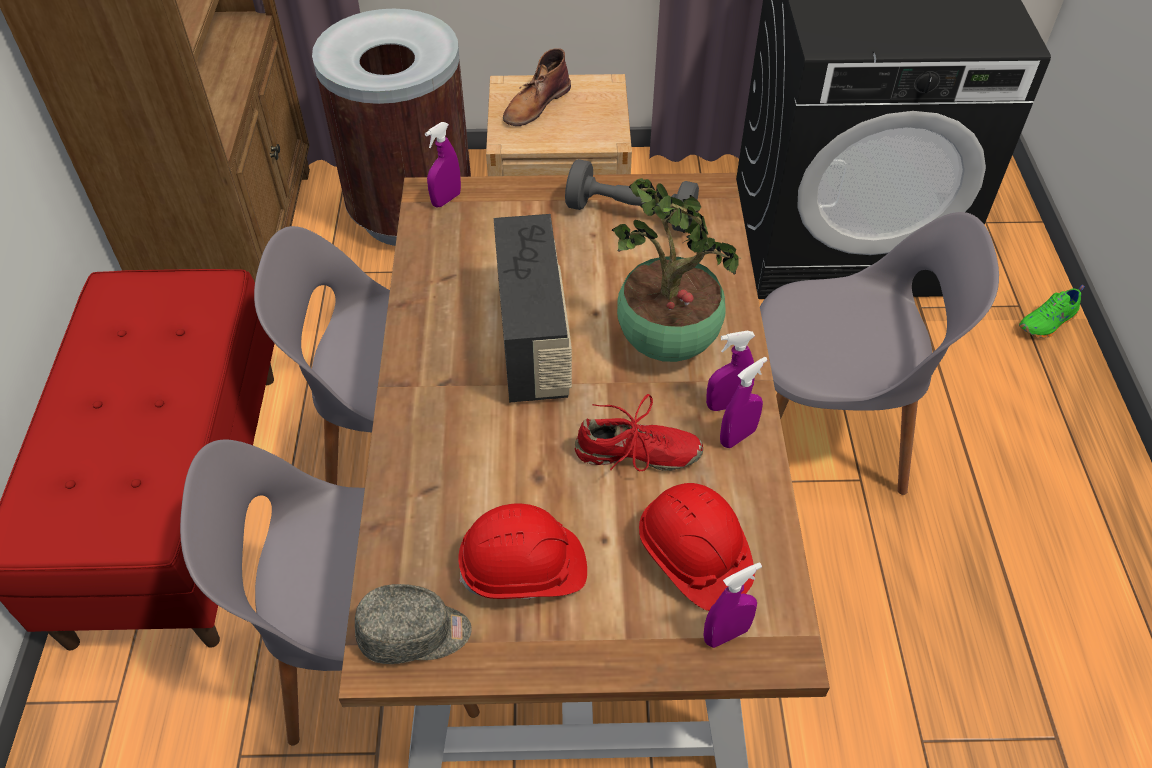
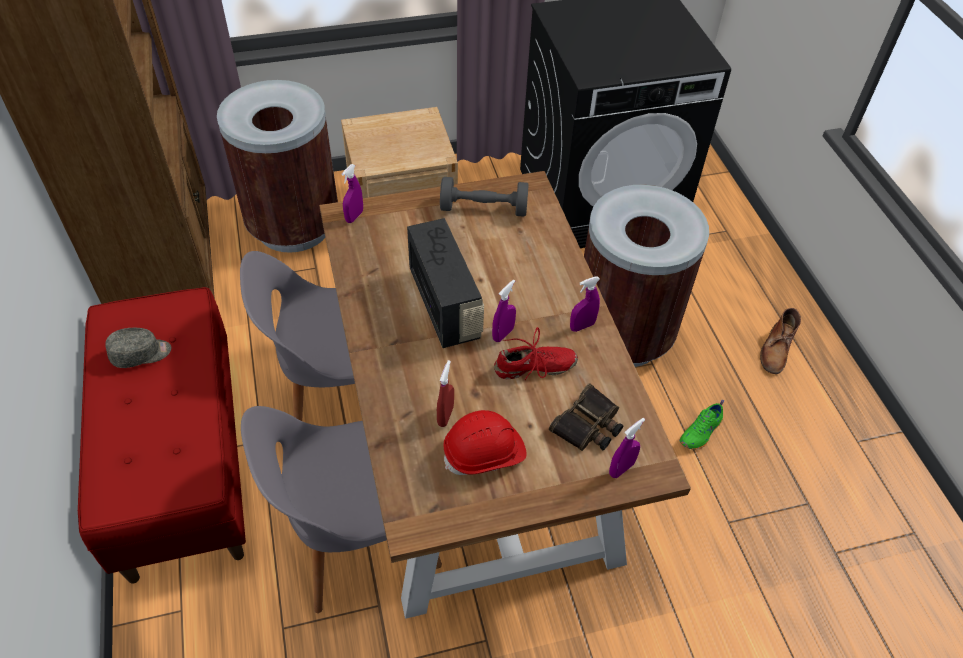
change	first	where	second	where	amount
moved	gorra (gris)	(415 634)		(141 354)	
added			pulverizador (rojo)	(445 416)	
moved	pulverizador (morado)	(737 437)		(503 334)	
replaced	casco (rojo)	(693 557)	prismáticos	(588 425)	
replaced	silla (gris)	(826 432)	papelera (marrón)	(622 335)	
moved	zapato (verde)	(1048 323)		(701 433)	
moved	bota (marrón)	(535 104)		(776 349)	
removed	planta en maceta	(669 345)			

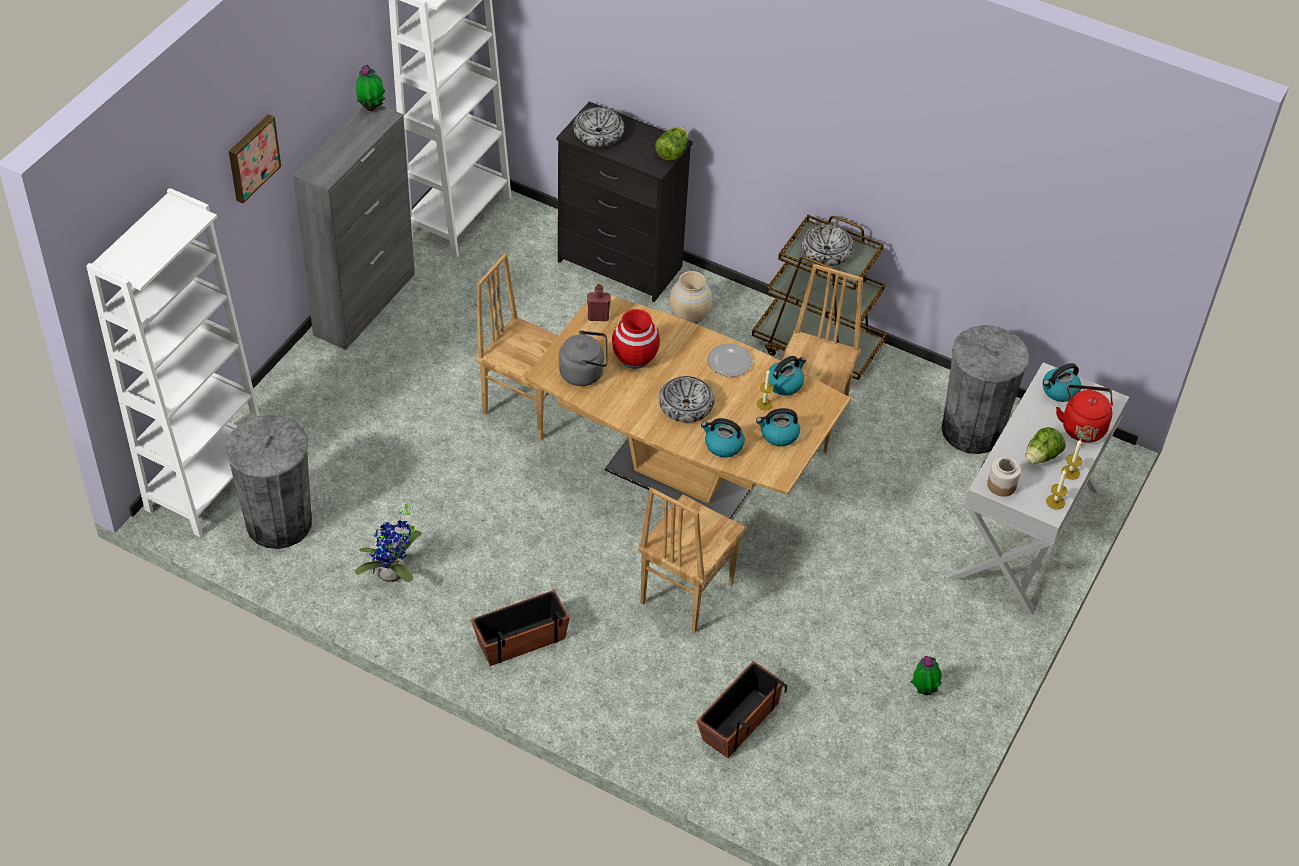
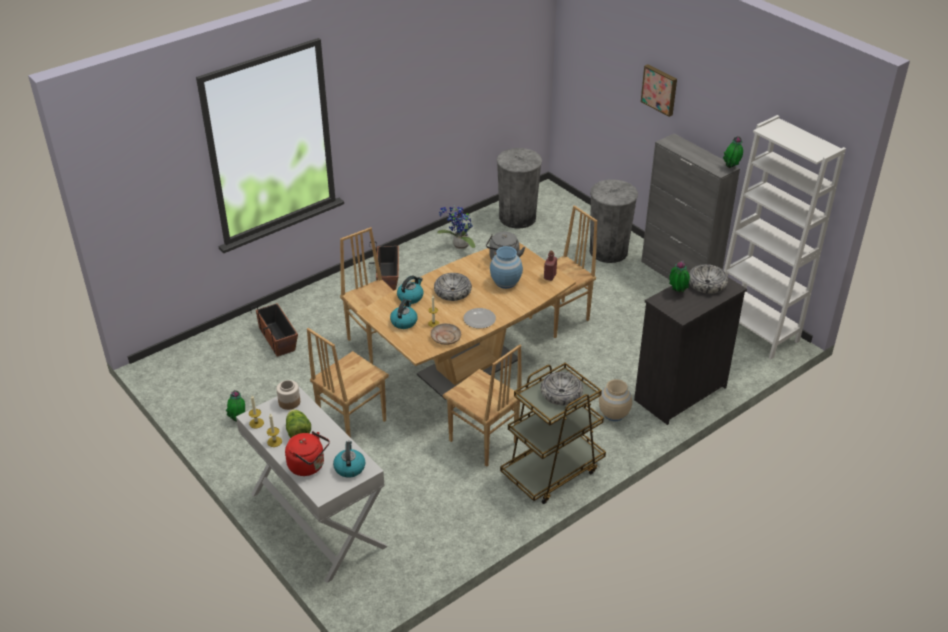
change	first	where	second	where	amount
added			silla (marrón)	(351 422)	
replaced	hervidor	(784 383)	plato (beis)	(446 337)	
recoloured	florero (rojo)	(634 357)	florero (azul)	(506 282)	
moved	papelera (gris)	(972 430)		(608 251)	
added			planta en maceta	(677 292)	
removed	estantería (blanco)	(208 484)			
removed	lechuga	(672 153)			

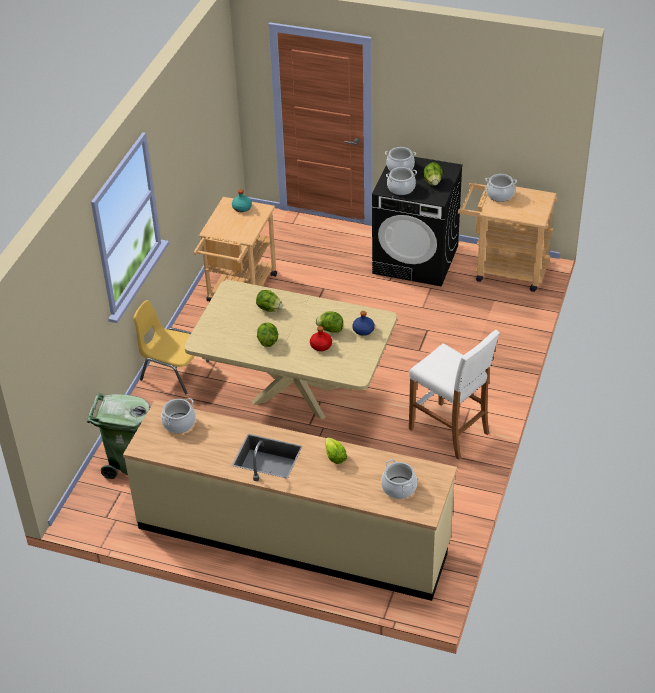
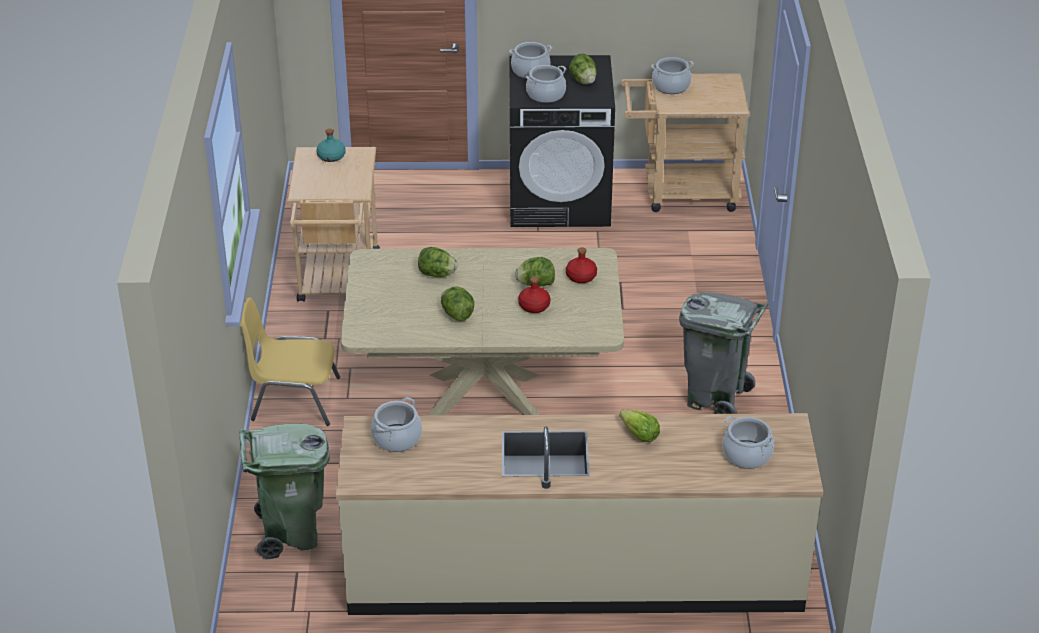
change	first	where	second	where	amount
recoloured	botella (azul)	(363 330)	botella (rojo)	(580 277)	
replaced	taburete (blanco)	(449 431)	papelera (gris)	(715 398)	

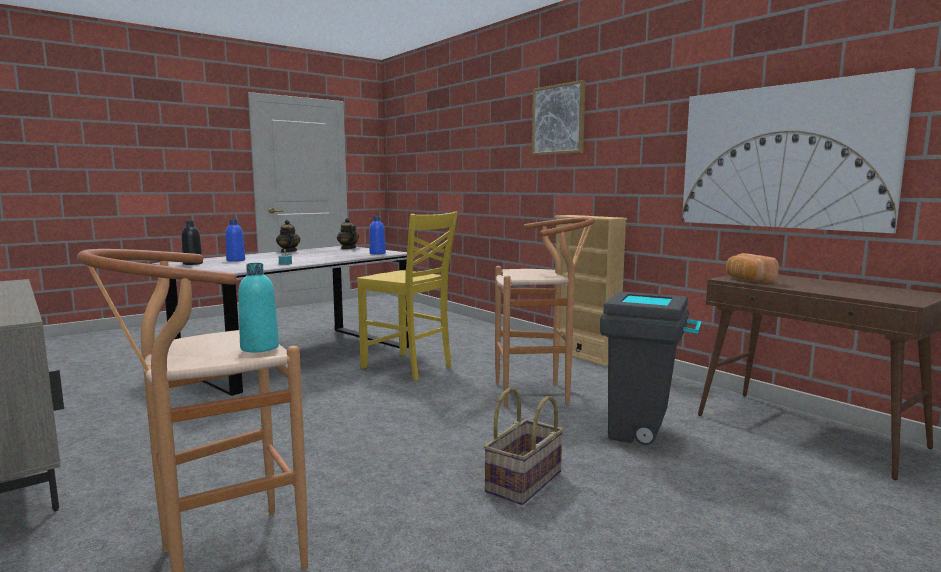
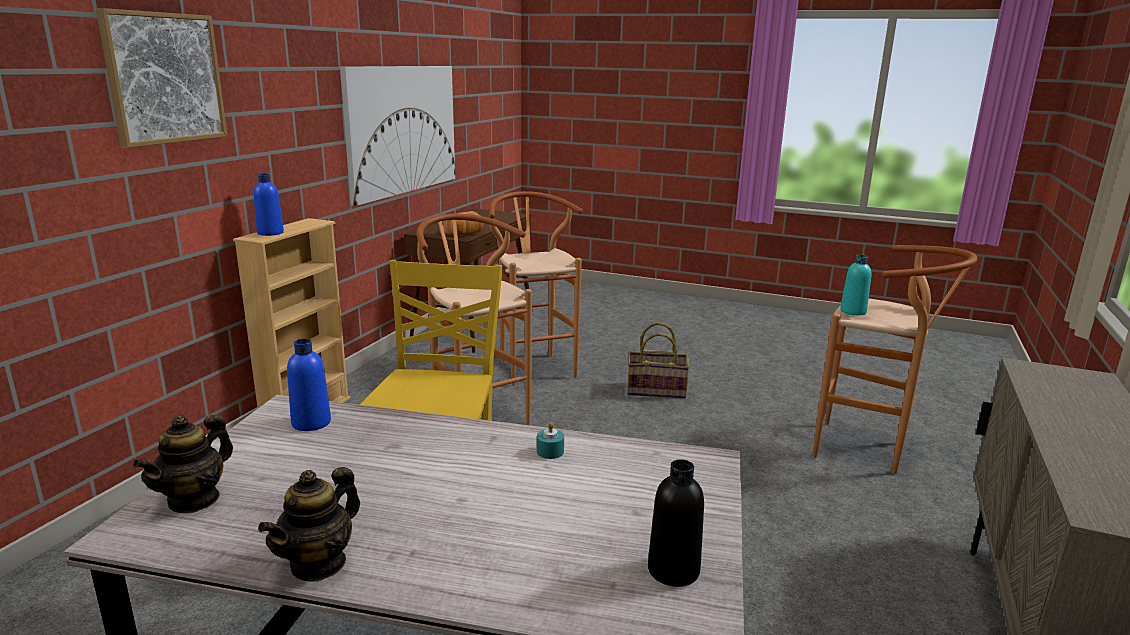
change	first	where	second	where	amount
moved	botella (azul)	(236 260)		(270 233)	
replaced	papelera (gris)	(643 434)	taburete (marrón)	(533 366)	

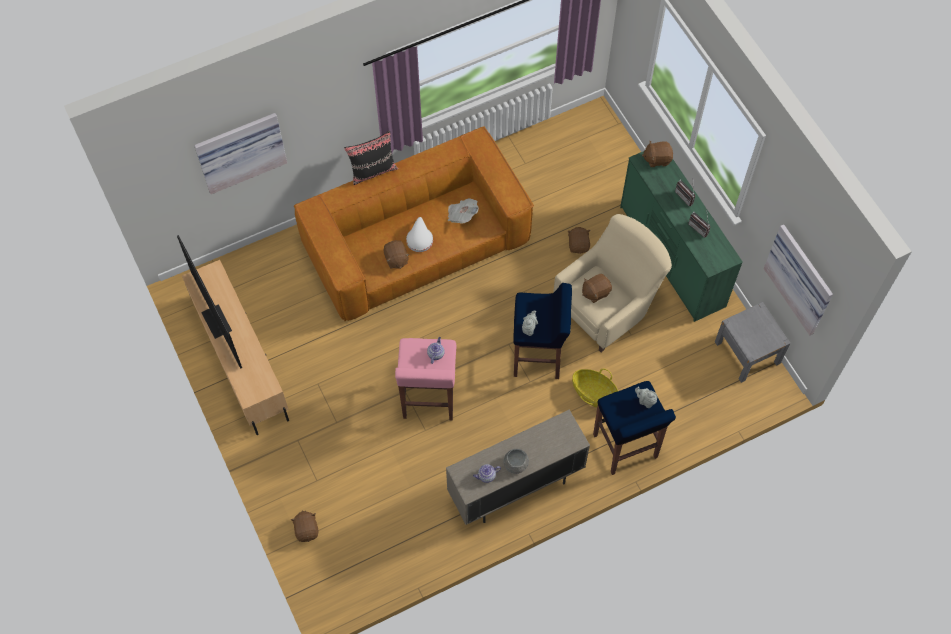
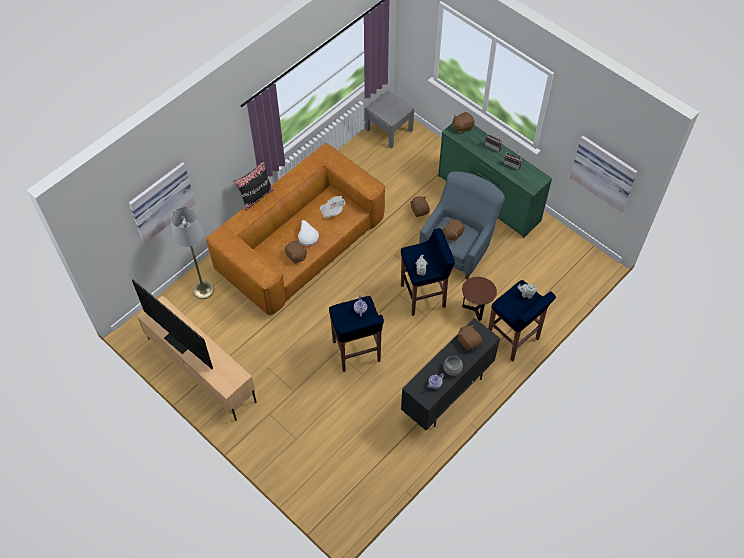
change	first	where	second	where	amount
added			lámpara de pie (gris)	(203 290)	
recoloured	taburete (rosa)	(428 399)	taburete (azul)	(356 352)	
moved	mesita de noche (gris)	(747 352)		(389 130)	
recoloured	armario (beis)	(515 487)	armario (negro)	(447 394)	
recoloured	sillón (beis)	(608 306)	sillón (azul)	(459 245)	
moved	peluche (marrón)	(307 529)		(468 341)	
replaced	cesta	(595 394)	mesa auxiliar (marrón)	(475 309)	

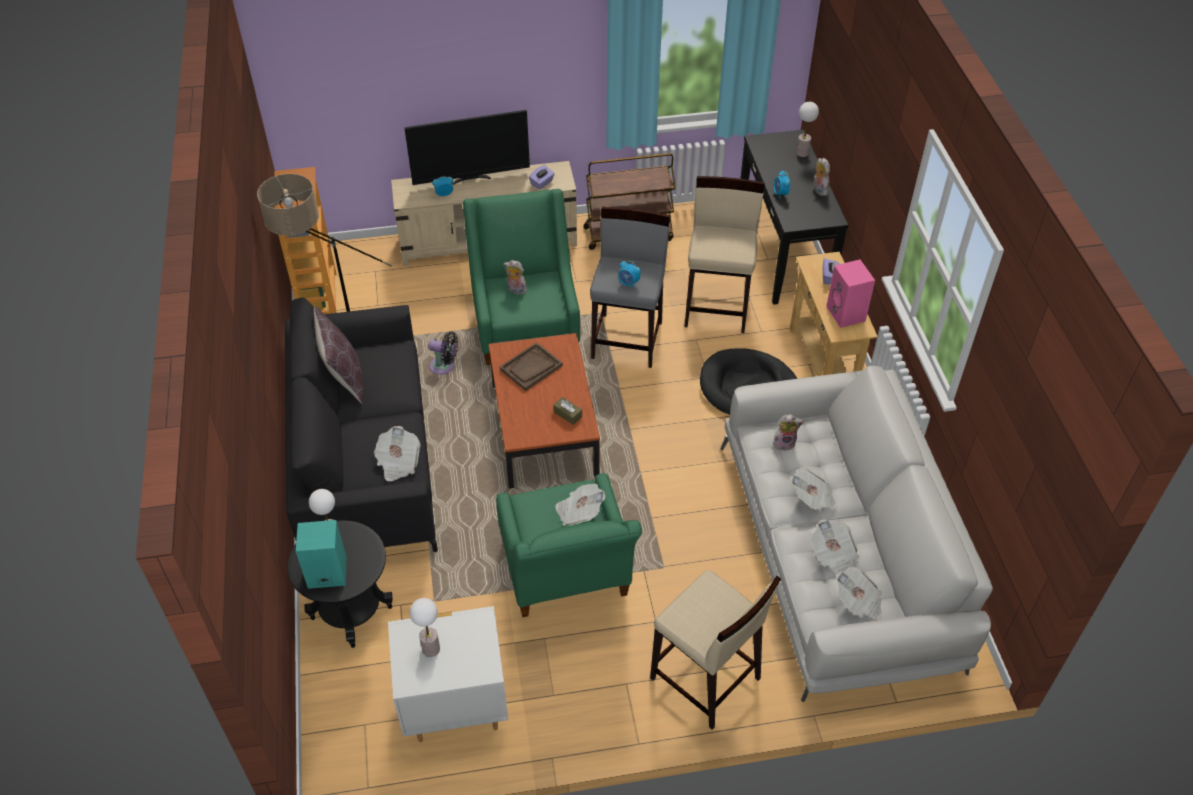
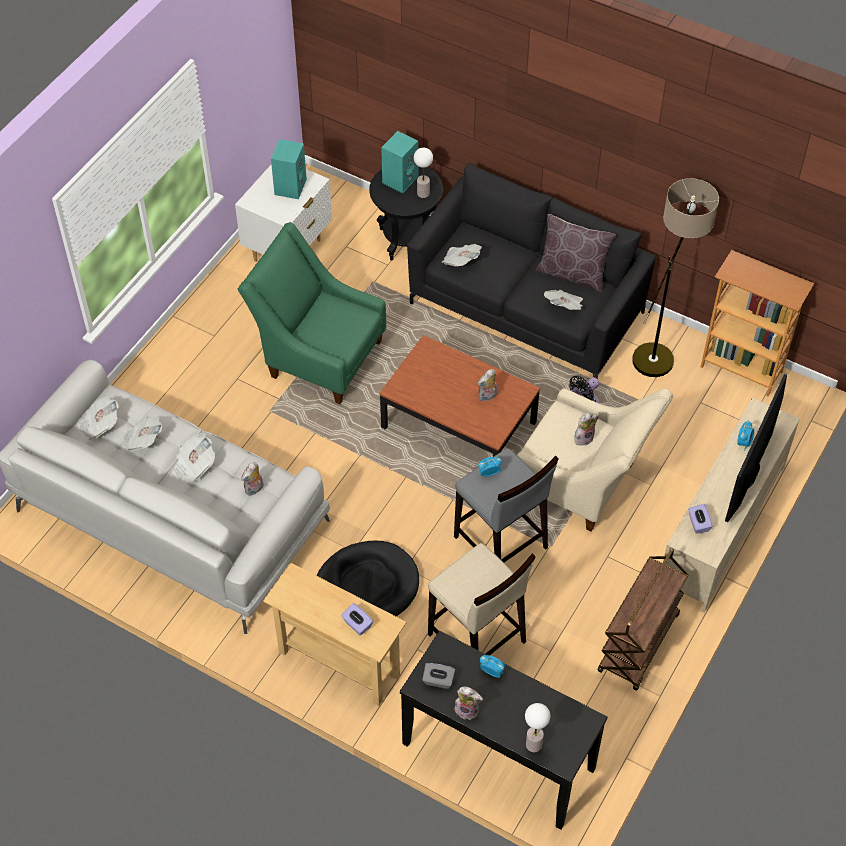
change	first	where	second	where	amount
replaced	lámpara de mesa	(431 649)	altavoz (turquesa)	(290 186)	
added			caja de pañuelos (gris)	(438 681)	
replaced	bandeja (marrón)	(531 368)	peluche	(487 396)	
recoloured	sillón (verde)	(525 325)	sillón (beis)	(584 484)	
moved	periódico	(579 512)		(564 306)	
removed	caja de pañuelos (marrón)	(567 414)			
removed	taburete (beis)	(705 680)			
removed	altavoz (rosa)	(846 314)			

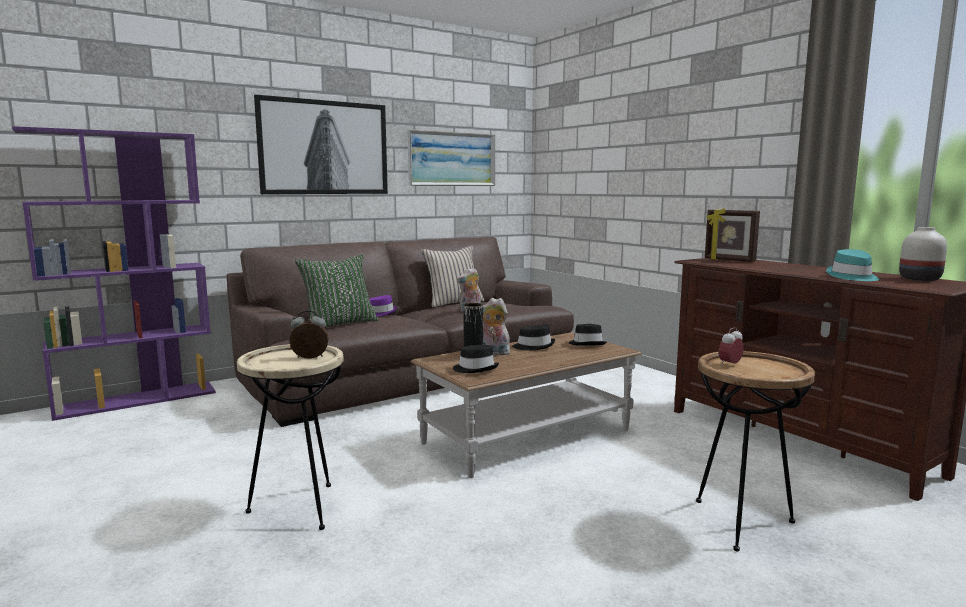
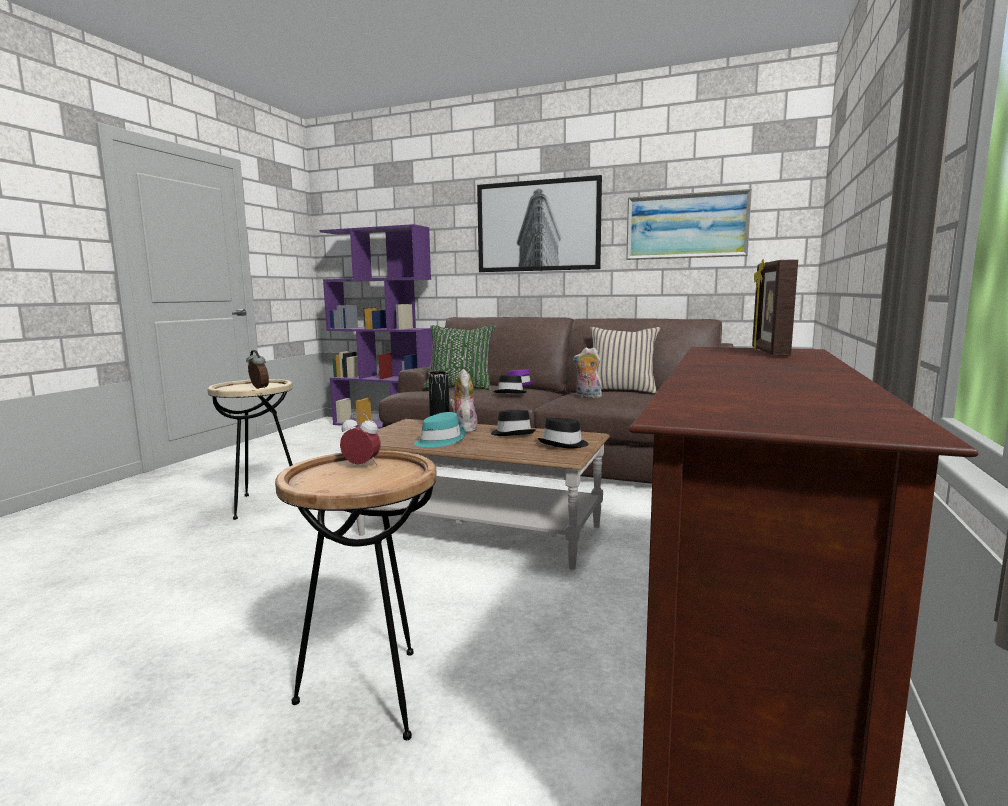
change	first	where	second	where	amount
moved	sombrero (turquesa)	(852 277)		(439 441)	
moved	sombrero (negro)	(475 369)		(511 393)	
removed	florero (blanco)	(919 279)			

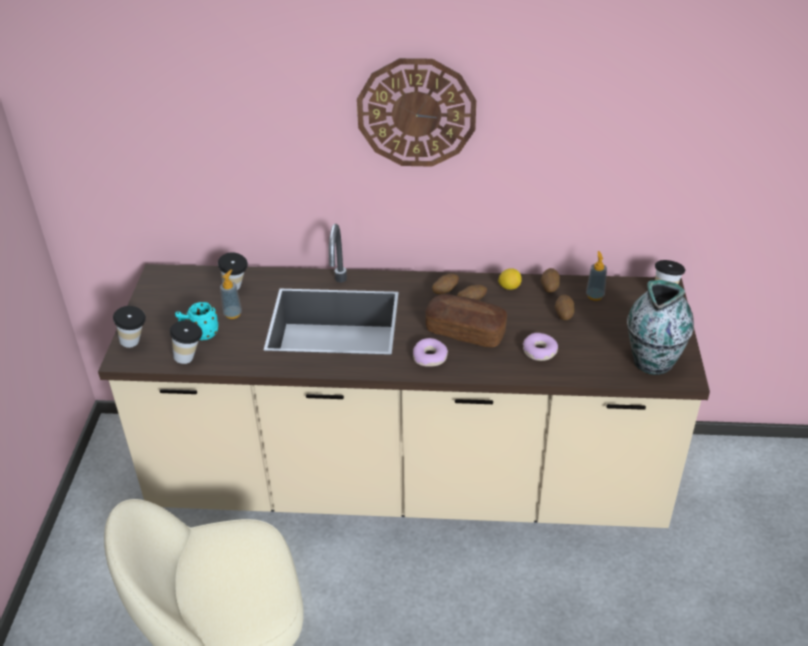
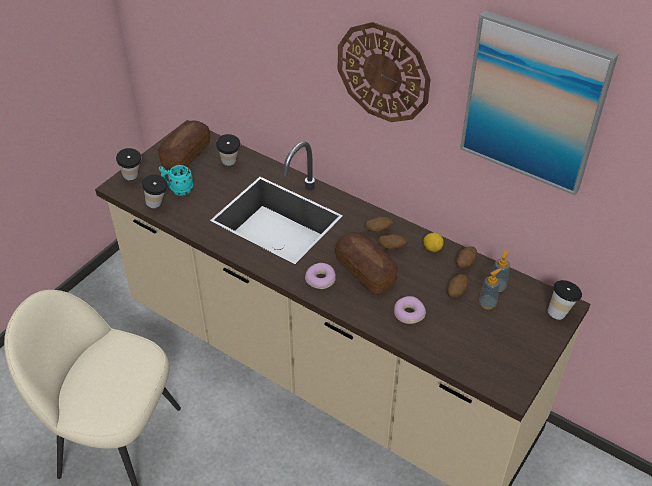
change	first	where	second	where	amount
added			pan	(186 155)	
added			cuadro	(533 103)	
moved	dispensador de jabón	(232 314)		(487 304)	
removed	florero	(653 360)			

